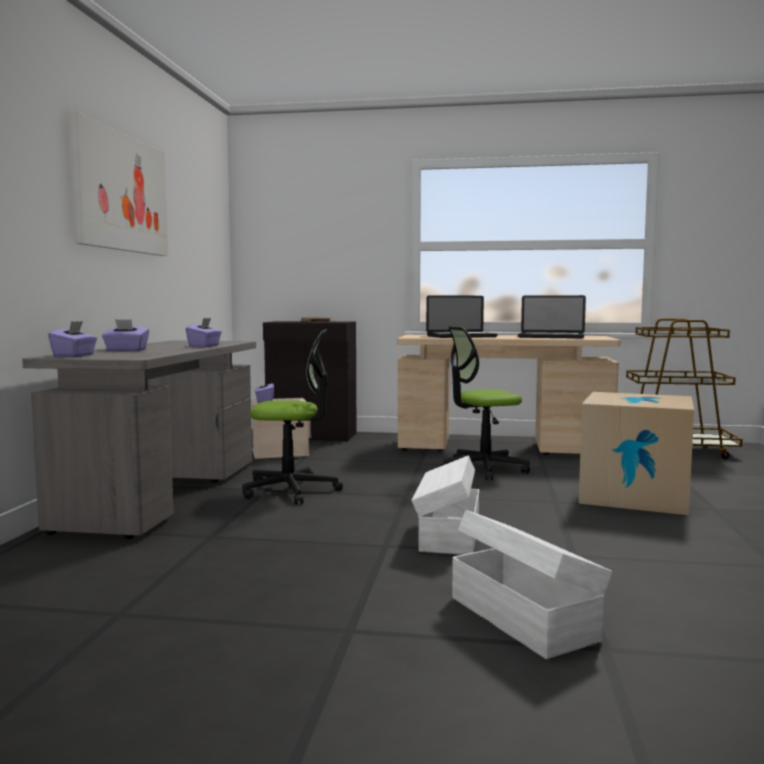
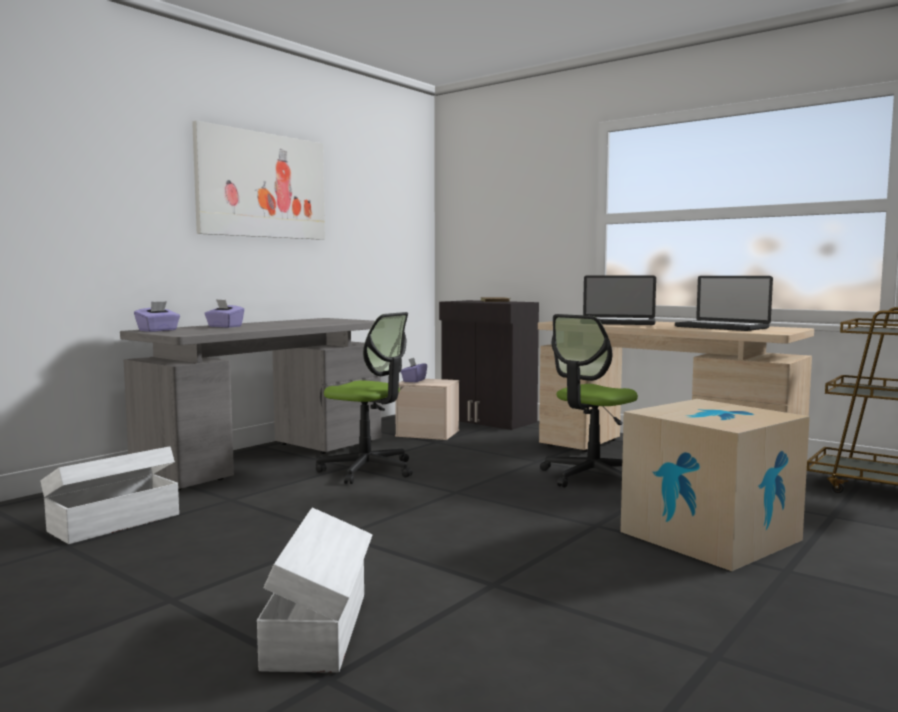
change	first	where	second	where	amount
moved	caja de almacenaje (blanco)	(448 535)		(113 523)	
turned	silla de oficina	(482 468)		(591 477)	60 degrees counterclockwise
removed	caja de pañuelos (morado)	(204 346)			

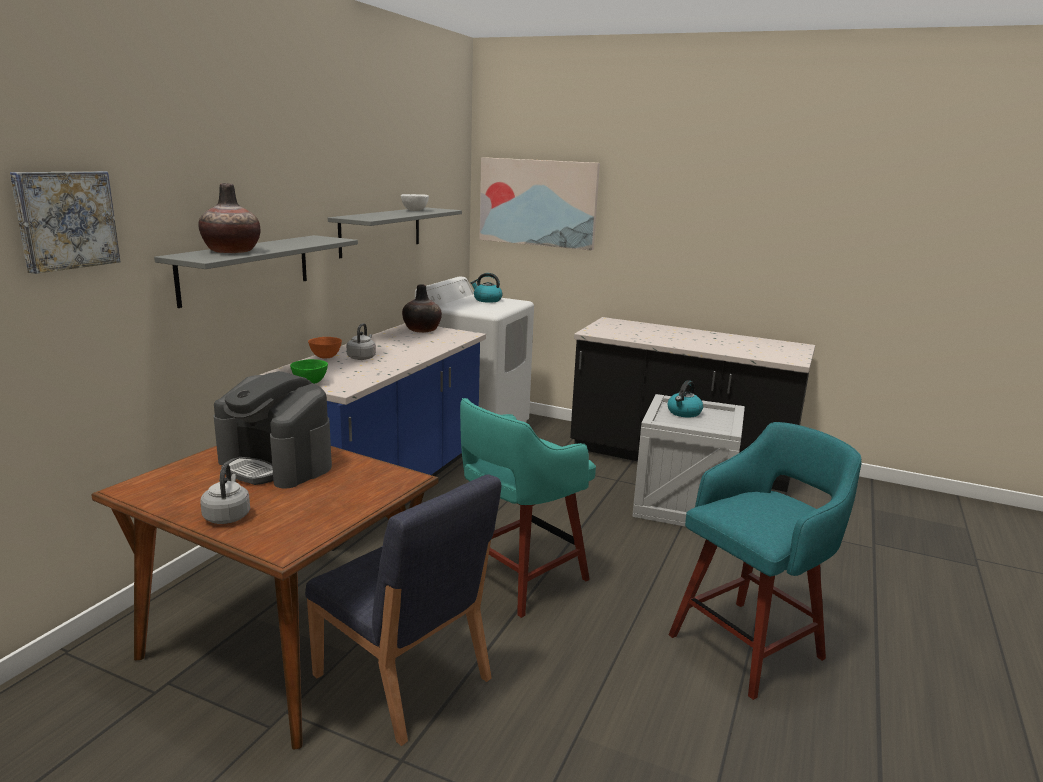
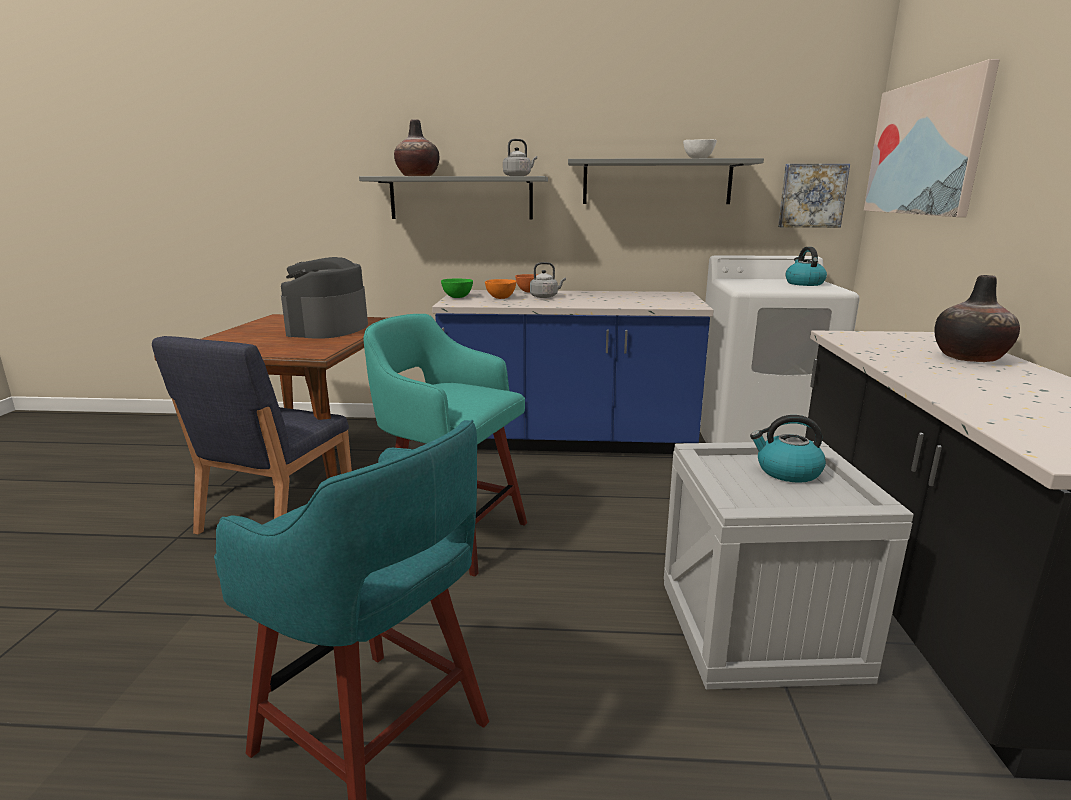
change	first	where	second	where	amount
added			cuenco (naranja)	(500 298)	
moved	hervidor (gris)	(227 516)		(518 176)	
moved	cuadro	(65 220)		(812 196)	
moved	florero	(422 330)		(969 358)	

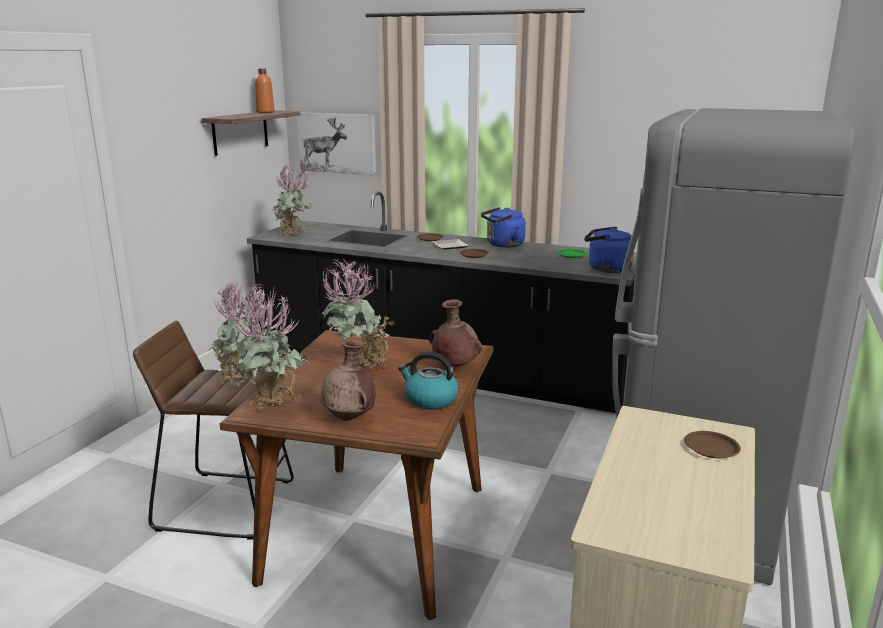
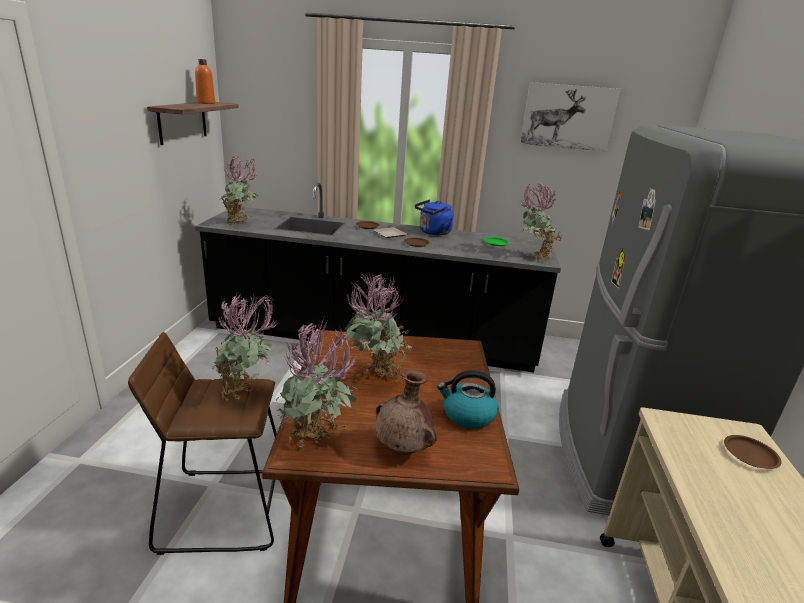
change	first	where	second	where	amount
replaced	hervidor (azul)	(606 269)	planta en maceta	(533 257)	
moved	cuadro	(337 143)		(568 116)	
removed	florero (marrón)	(454 366)			

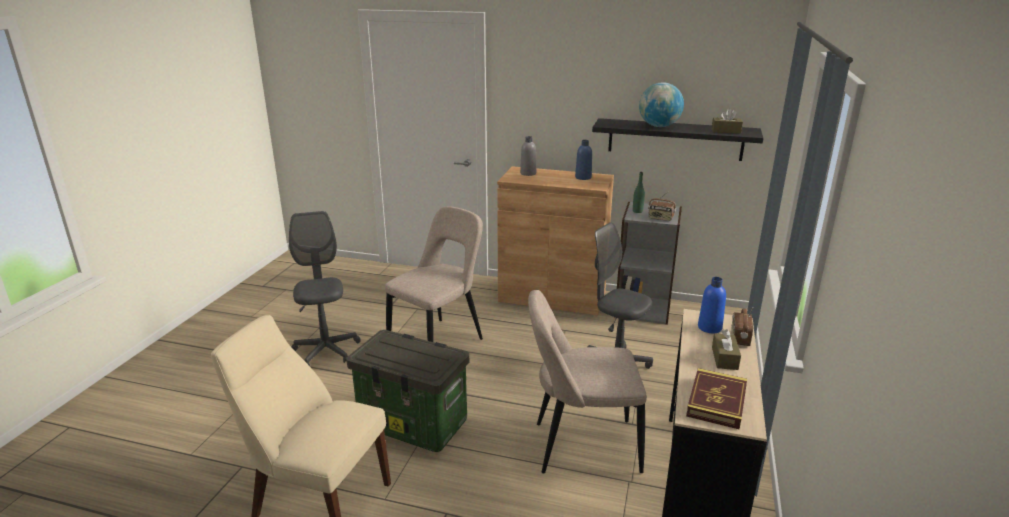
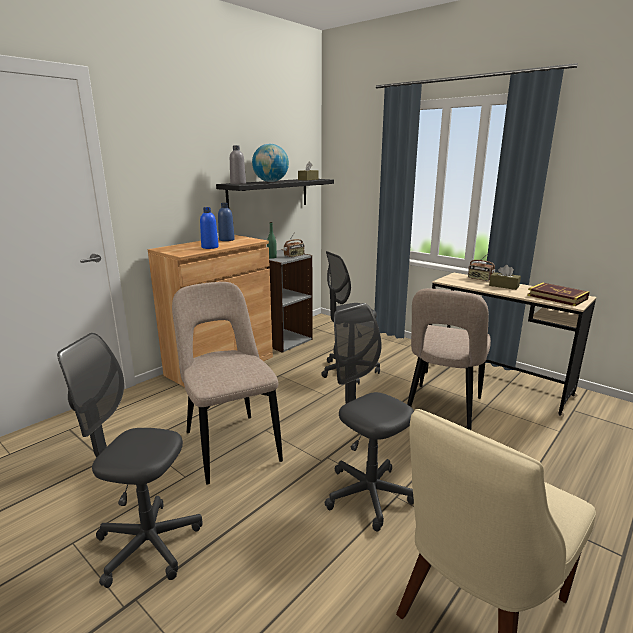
change	first	where	second	where	amount
moved	botella (azul)	(709 327)		(210 247)	
moved	botella (gris)	(528 173)		(238 183)	
replaced	caja de almacenaje	(415 424)	silla de oficina (gris)	(368 495)	

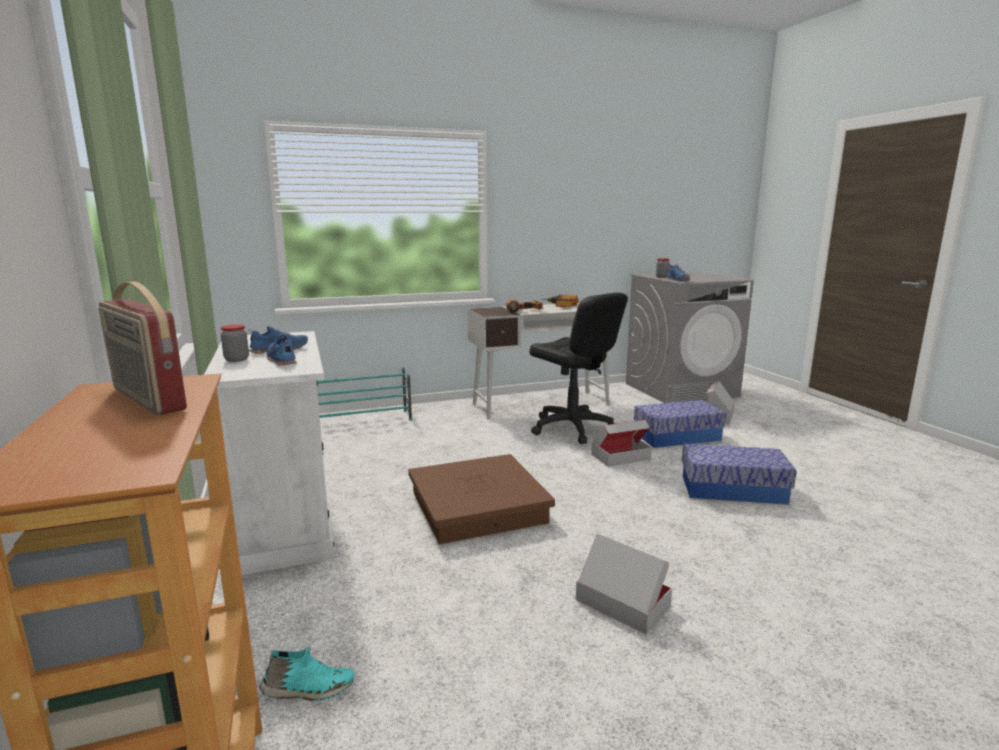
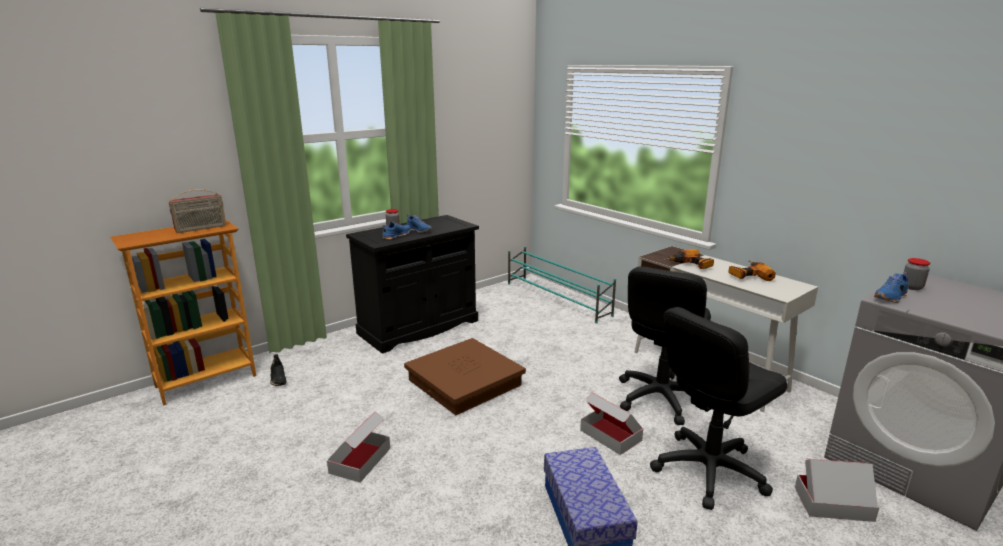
change	first	where	second	where	amount
turned	radio	(146 399)		(201 229)	150 degrees counterclockwise
recoloured	zapato (turquesa)	(308 690)	zapato (negro)	(278 378)	
recoloured	armario (blanco)	(283 517)	armario (negro)	(419 327)	
replaced	caja de almacenaje	(677 437)	silla de oficina (negro)	(708 470)	

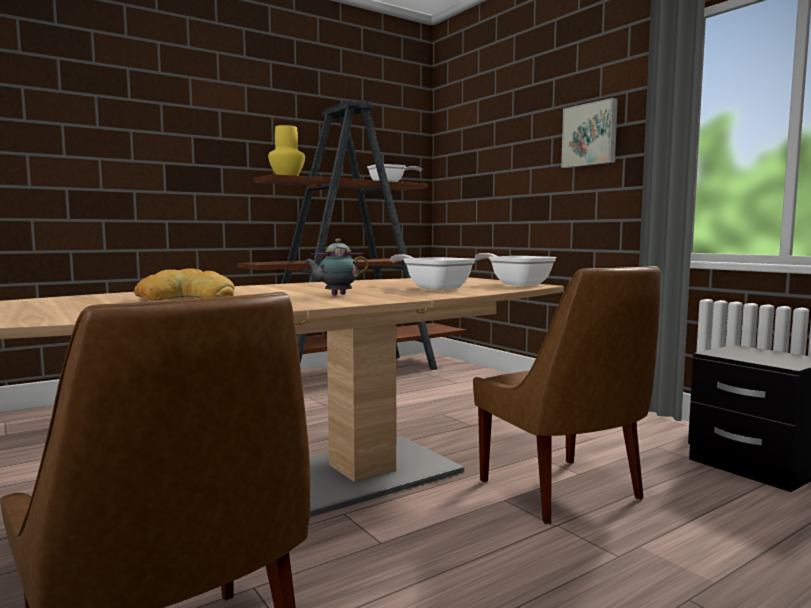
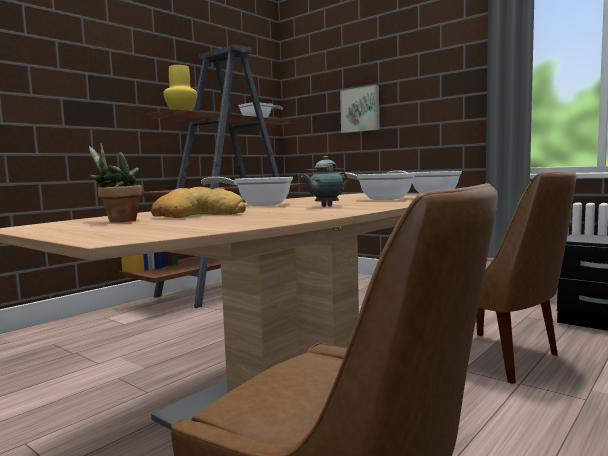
change	first	where	second	where	amount
added			planta en maceta	(118 221)	
added			sartén	(258 205)	
moved	cuadro	(590 135)		(360 109)	

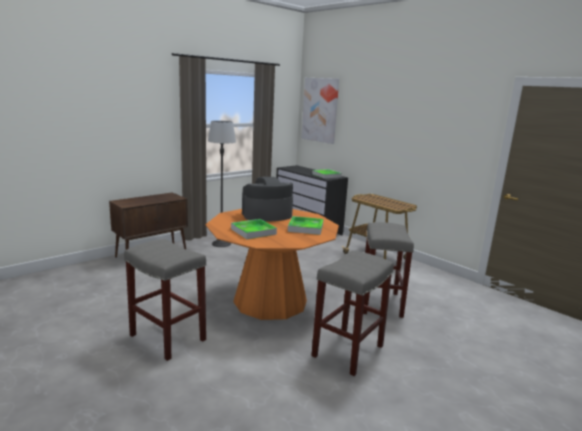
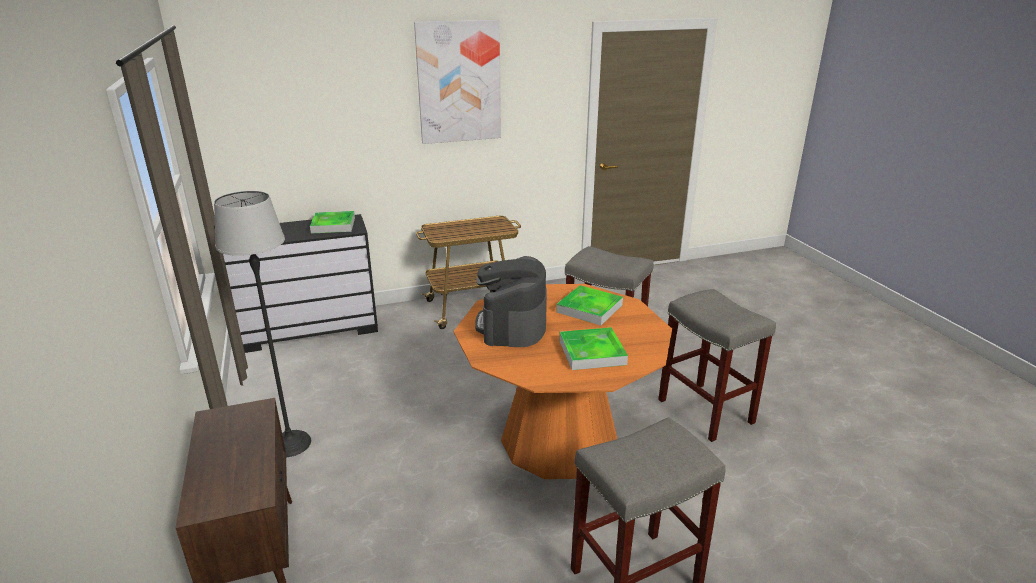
change	first	where	second	where	amount
moved	cuadro	(320 110)		(459 82)	

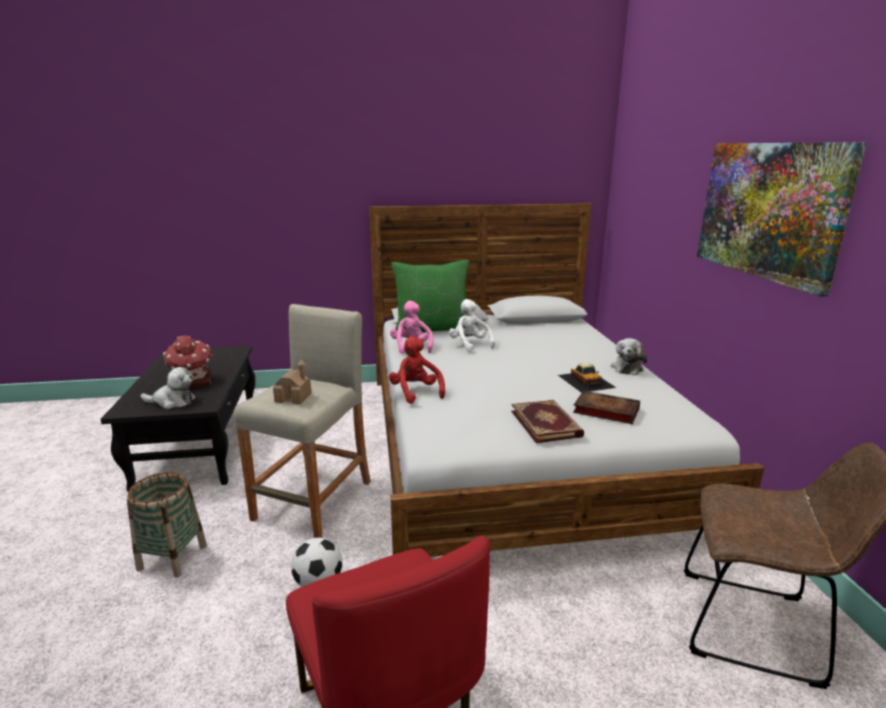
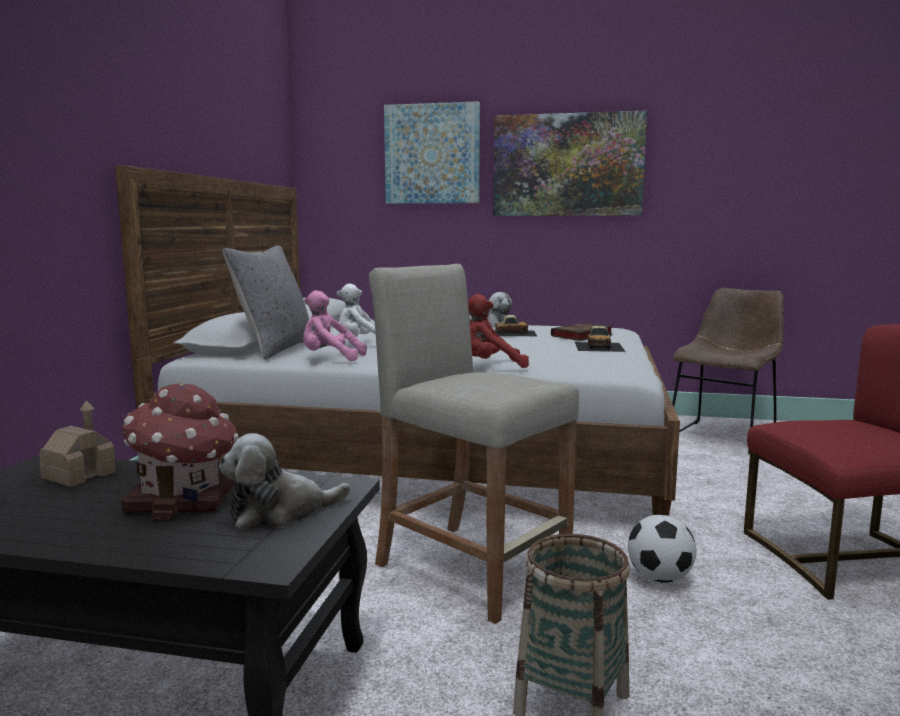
change	first	where	second	where	amount
moved	casita	(293 397)		(79 475)	
turned	peluche	(172 401)		(280 513)	135 degrees counterclockwise
recoloured	cojín (verde)	(432 330)	cojín (gris)	(275 349)	
added			cuadro	(432 154)	
replaced	libro	(546 423)	coche de juguete	(599 346)	

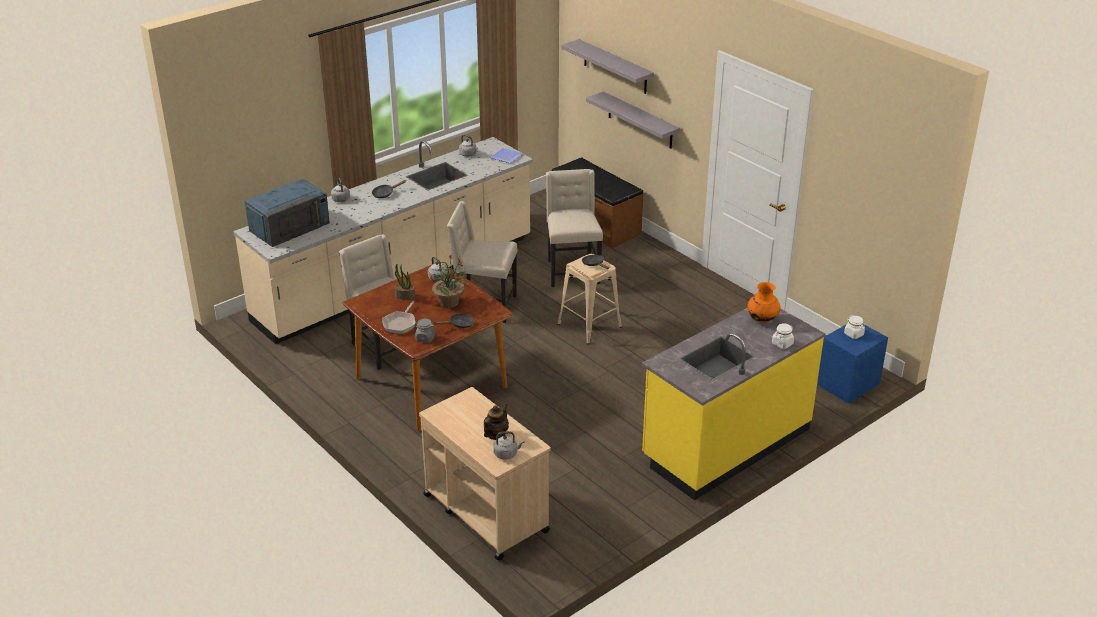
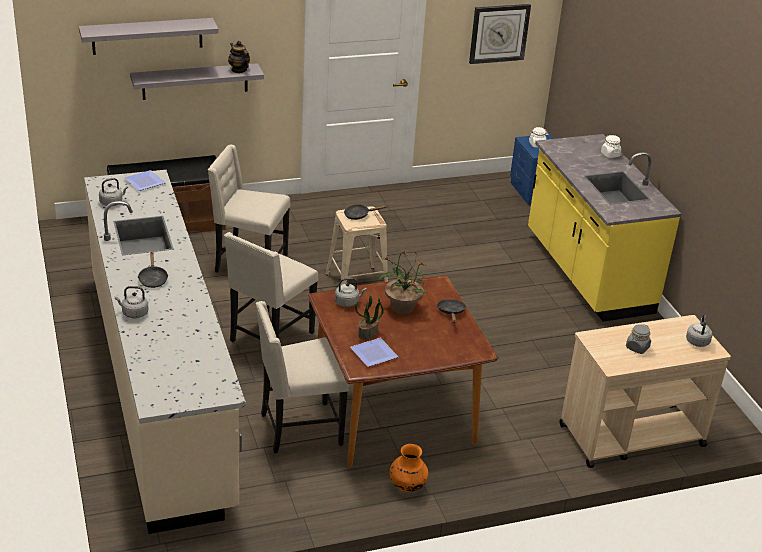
change	first	where	second	where	amount
moved	tetera	(495 434)		(239 70)	
added			plato	(372 353)	
moved	florero (naranja)	(762 319)		(407 486)	
added			reloj de pared	(499 33)	
moved	tarro (gris)	(425 338)		(637 348)	
removed	microondas (azul)	(290 226)			
removed	sartén	(400 323)			

